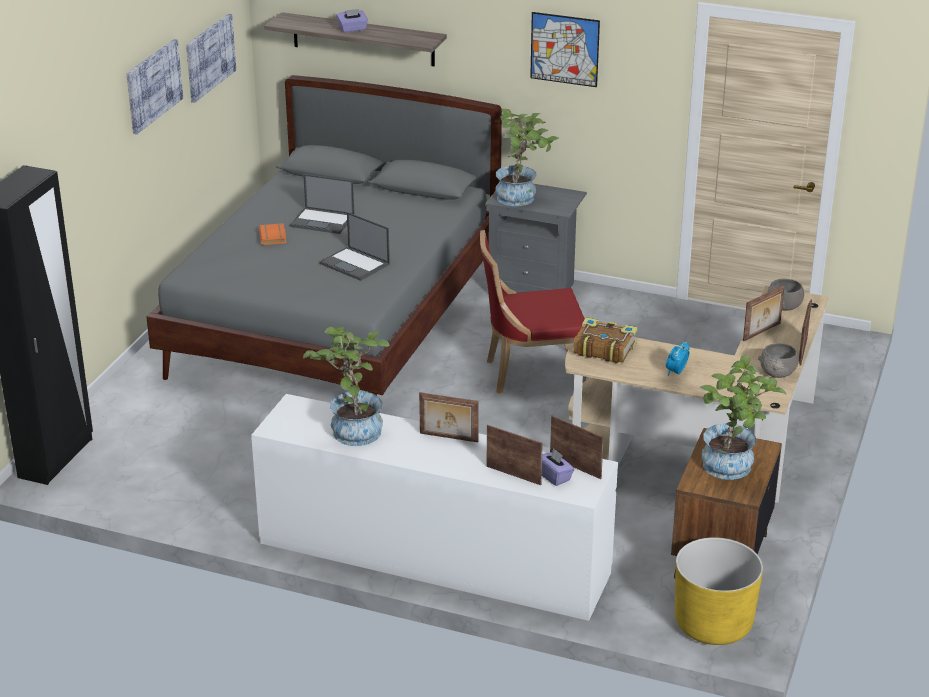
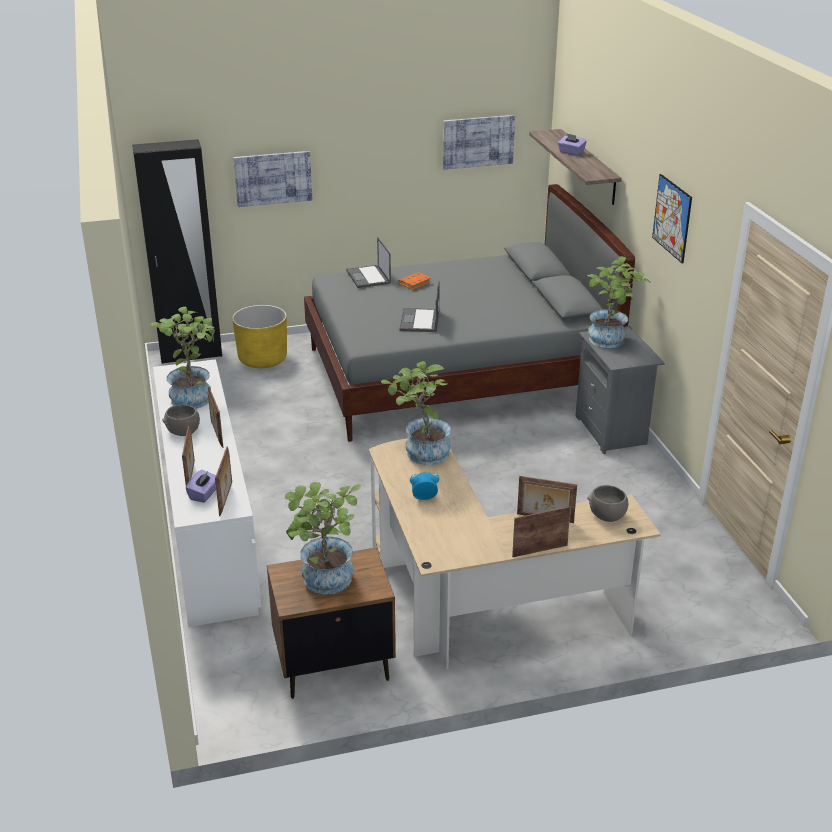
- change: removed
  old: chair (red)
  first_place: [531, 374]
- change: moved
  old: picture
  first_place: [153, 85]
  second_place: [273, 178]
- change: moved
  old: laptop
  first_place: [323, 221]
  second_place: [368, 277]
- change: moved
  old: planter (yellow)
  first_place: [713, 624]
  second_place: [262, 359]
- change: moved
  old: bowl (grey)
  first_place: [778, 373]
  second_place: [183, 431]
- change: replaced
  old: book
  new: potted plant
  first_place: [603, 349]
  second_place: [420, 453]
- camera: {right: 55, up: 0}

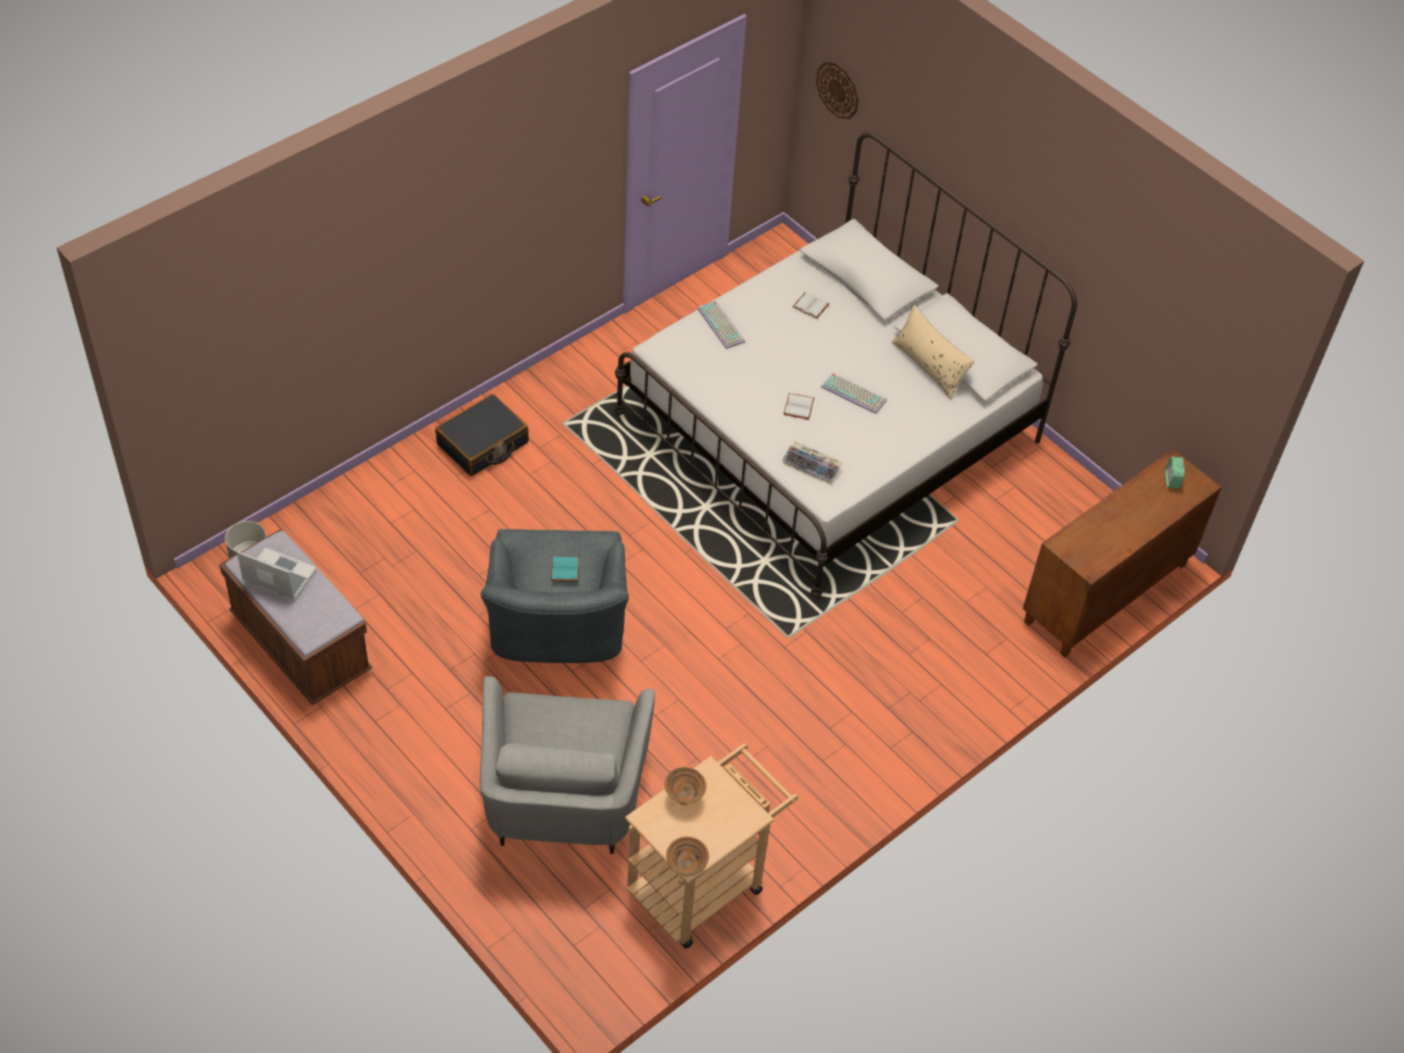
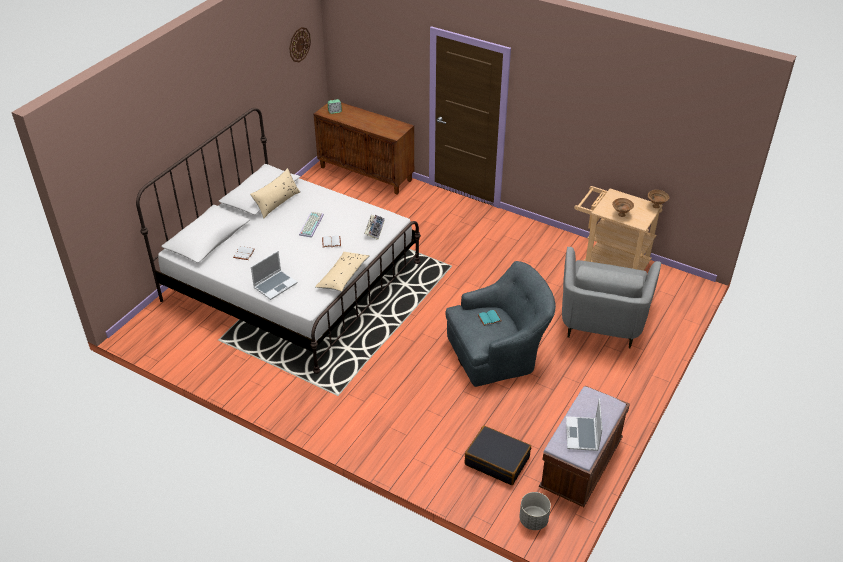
- change: added
  new: pillow (beige)
  second_place: [343, 276]
- change: moved
  old: suitcase (black)
  first_place: [483, 444]
  second_place: [497, 460]
- change: moved
  old: wall clock
  first_place: [838, 90]
  second_place: [299, 44]
- change: replaced
  old: keyboard
  new: laptop
  first_place: [722, 325]
  second_place: [275, 285]
- change: turned
  old: armchair (grey)
  first_place: [562, 799]
  second_place: [602, 321]
  degrees: 120
- camera: {right: -105, up: -10}

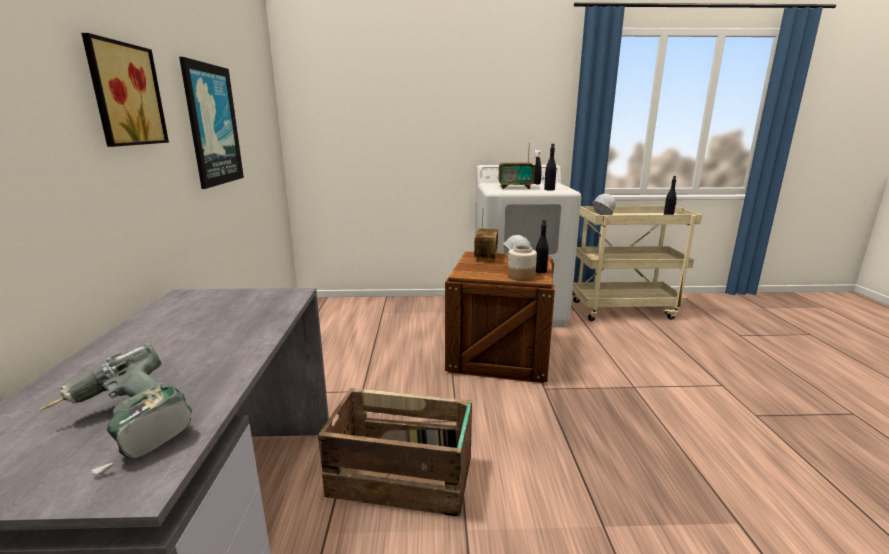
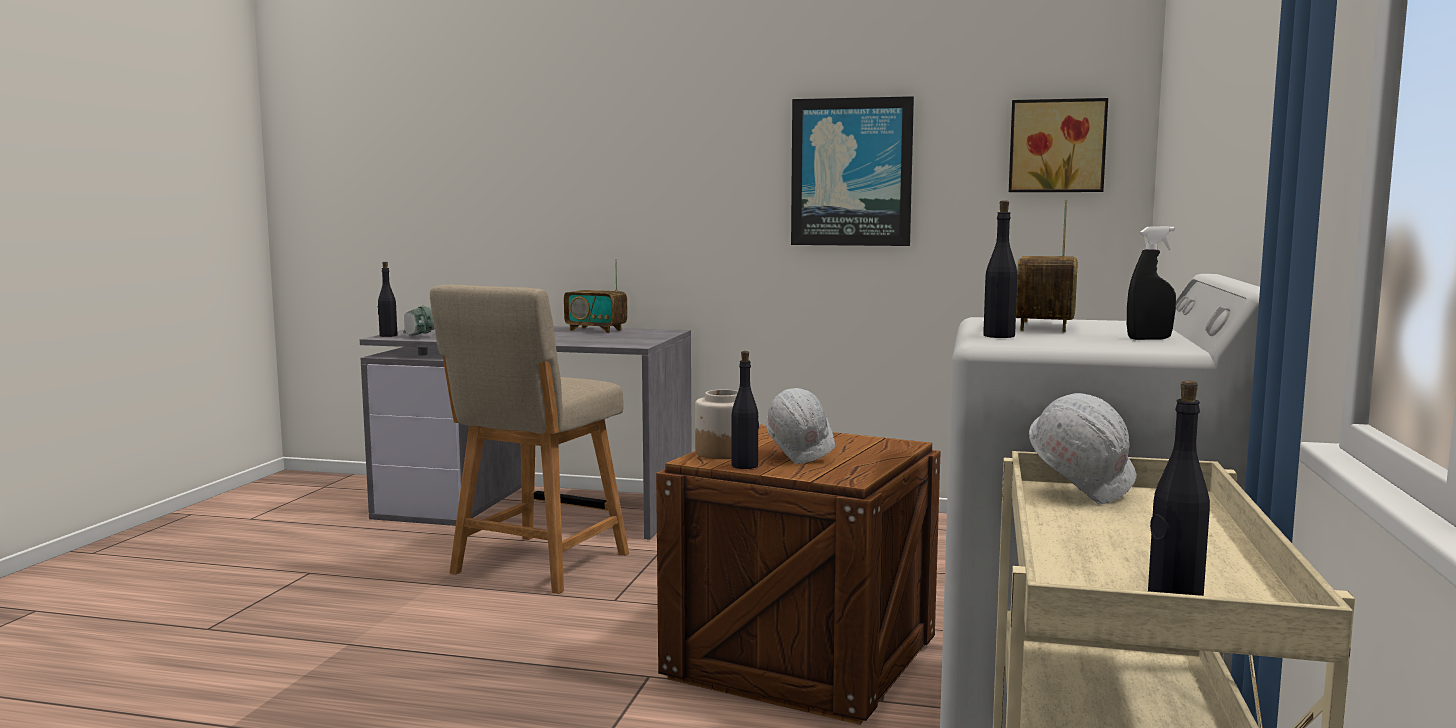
- change: added
  new: bottle (black)
  second_place: [388, 335]
- change: moved
  old: picture
  first_place: [123, 94]
  second_place: [1057, 146]
- change: moved
  old: radio
  first_place: [485, 257]
  second_place: [596, 330]
- change: replaced
  old: crate
  new: chair (beige)
  first_place: [403, 478]
  second_place: [536, 566]
- camera: {right: 105, up: -10}

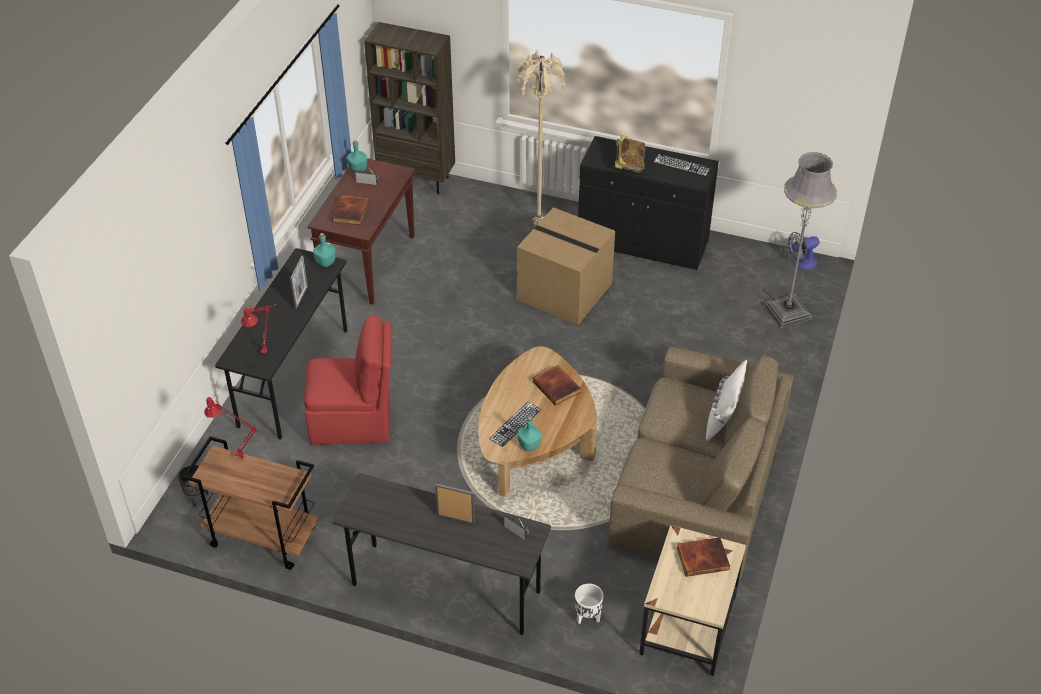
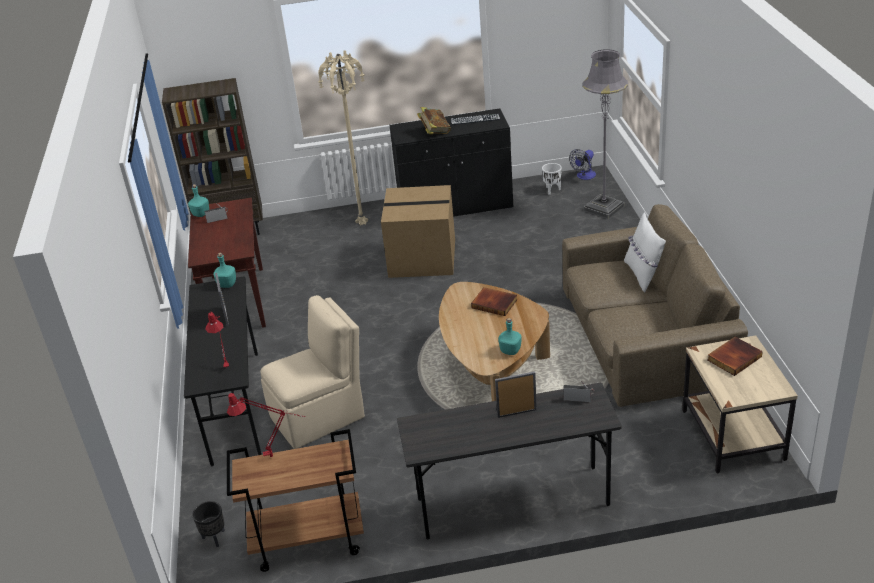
- change: removed
  old: book
  first_place: [351, 212]
- change: removed
  old: keyboard
  first_place: [515, 424]
- change: moved
  old: planter (white)
  first_place: [588, 617]
  second_place: [552, 190]
- change: recoloured
  old: chair (red)
  new: chair (beige)
  first_place: [353, 422]
  second_place: [319, 416]
- camera: {right: -25, up: -10}

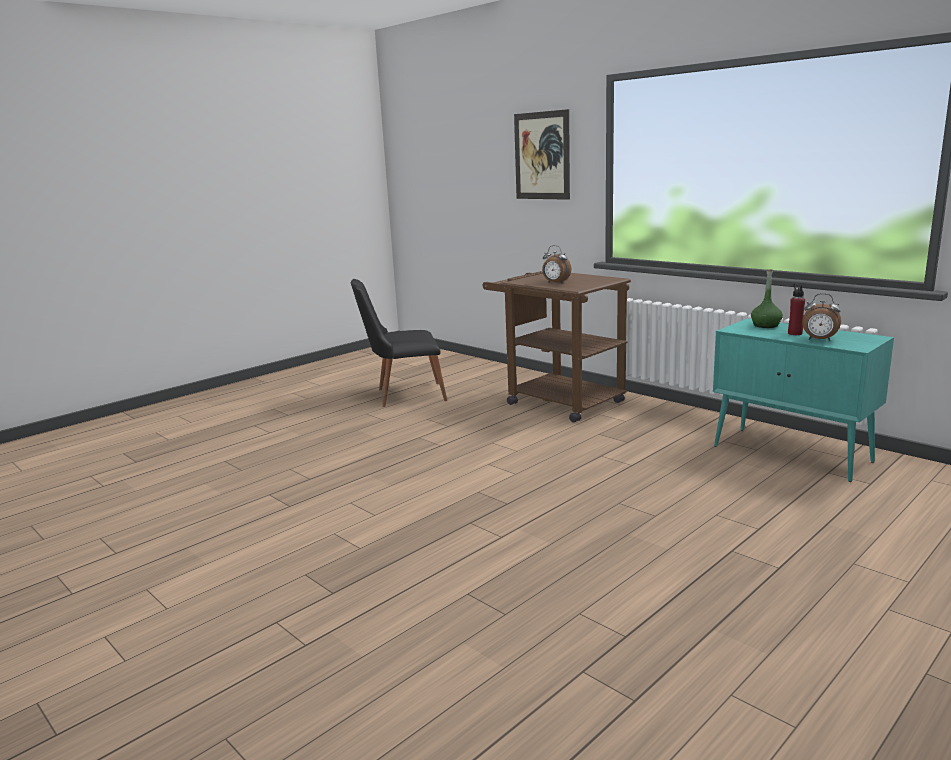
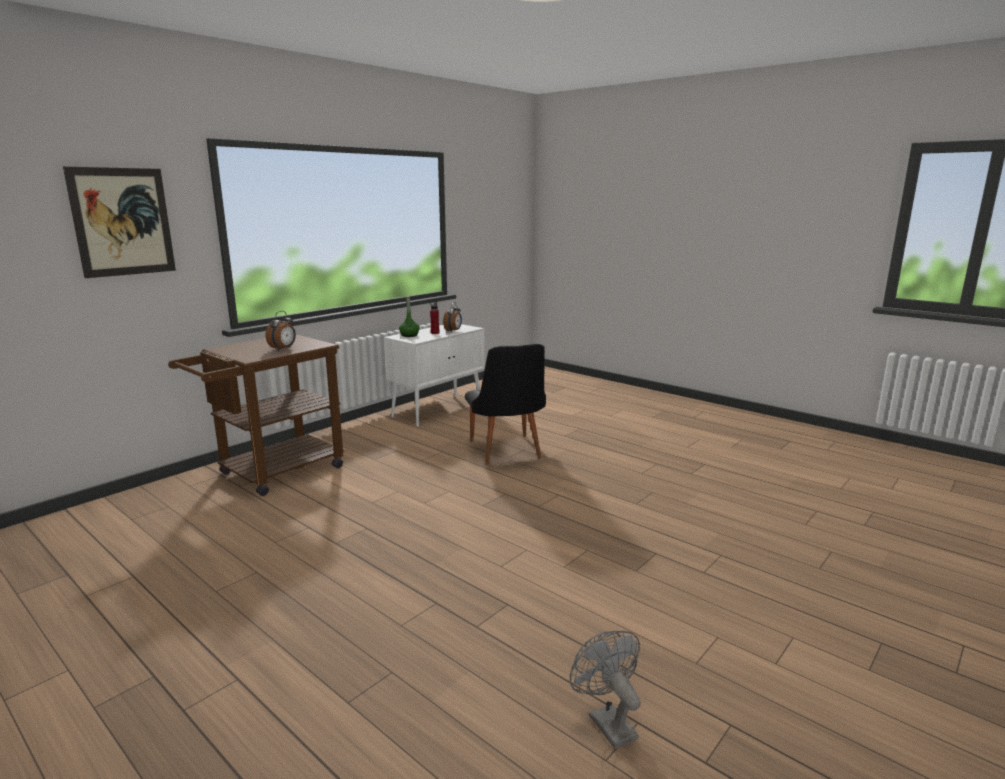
- change: added
  new: fan (grey)
  second_place: [607, 722]
- change: moved
  old: chair (black)
  first_place: [403, 395]
  second_place: [506, 453]
- change: recoloured
  old: cabinet (turquoise)
  new: cabinet (white)
  first_place: [792, 454]
  second_place: [438, 410]
- camera: {right: -95, up: 0}

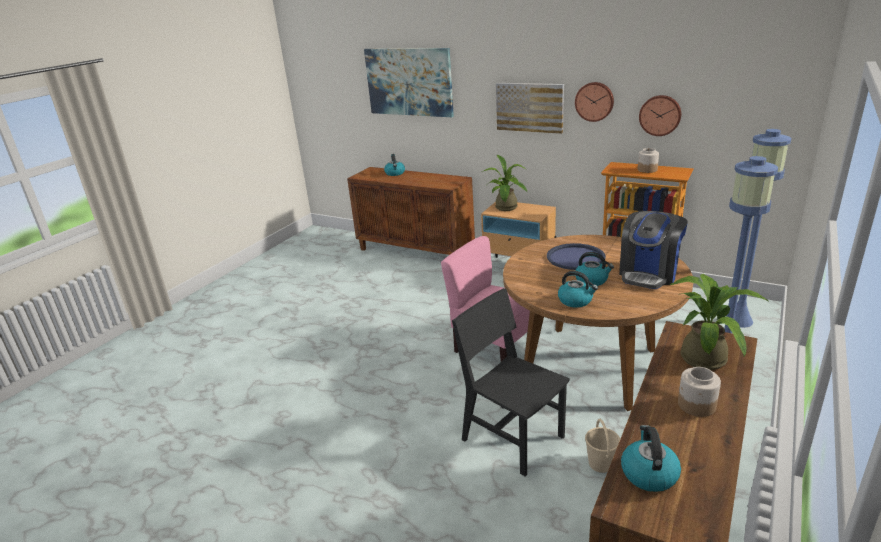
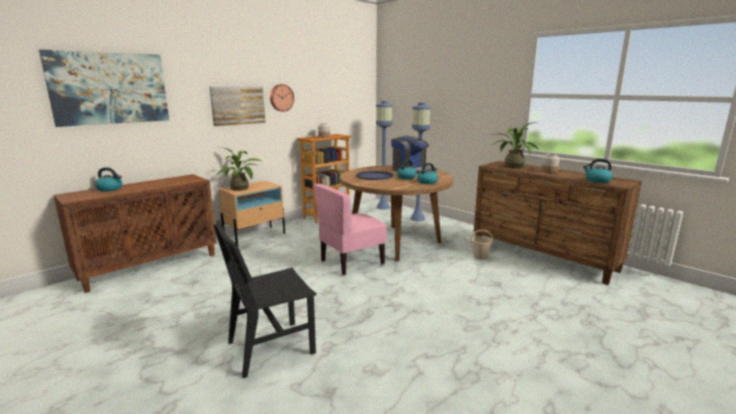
- change: removed
  old: wall clock
  first_place: [660, 115]
- change: moved
  old: chair (black)
  first_place: [513, 438]
  second_place: [270, 347]
- camera: {right: -75, up: -10}

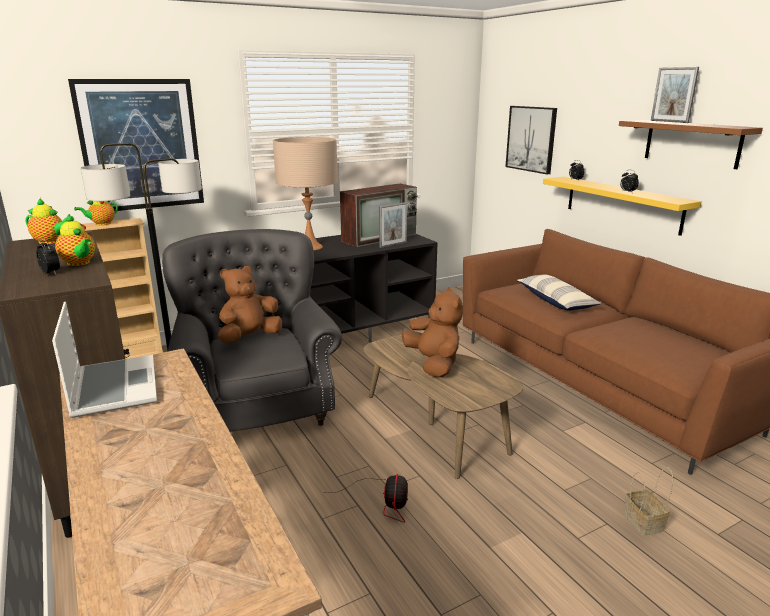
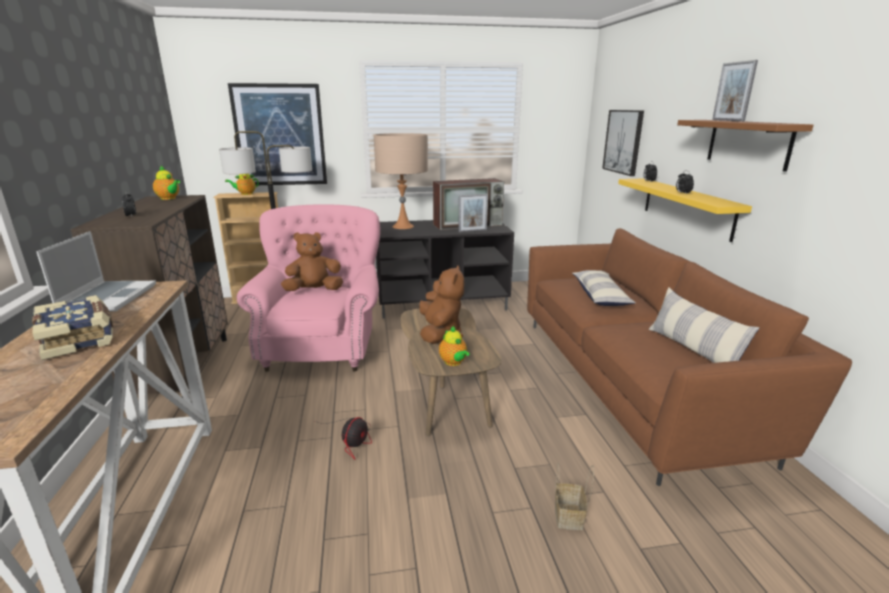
- change: added
  new: book
  second_place: [79, 338]
- change: added
  new: pillow
  second_place: [692, 350]
- change: moved
  old: teapot
  first_place: [79, 263]
  second_place: [453, 362]
- change: recoloured
  old: armchair (grey)
  new: armchair (pink)
  first_place: [259, 404]
  second_place: [322, 347]
- camera: {right: 20, up: 0}

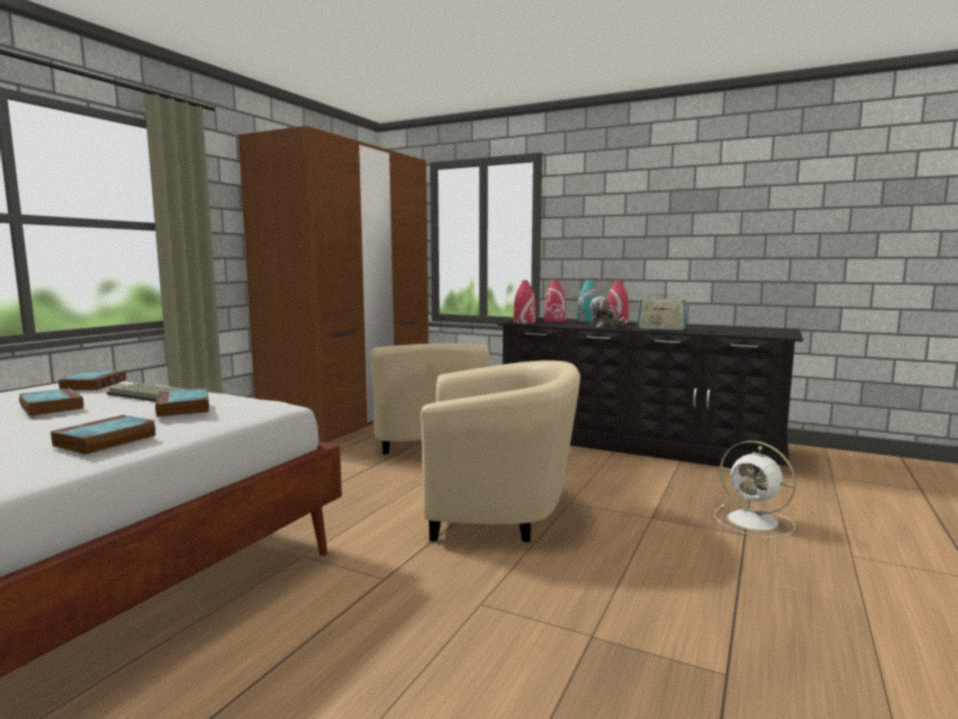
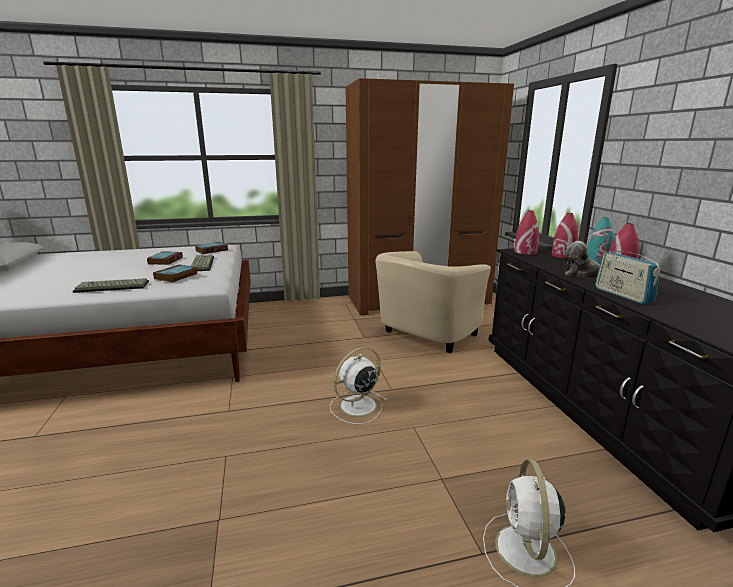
- change: replaced
  old: book
  new: keyboard
  first_place: [105, 441]
  second_place: [111, 287]
- change: replaced
  old: armchair (beige)
  new: fan (white)
  first_place: [499, 512]
  second_place: [356, 406]
- camera: {right: 50, up: 10}

